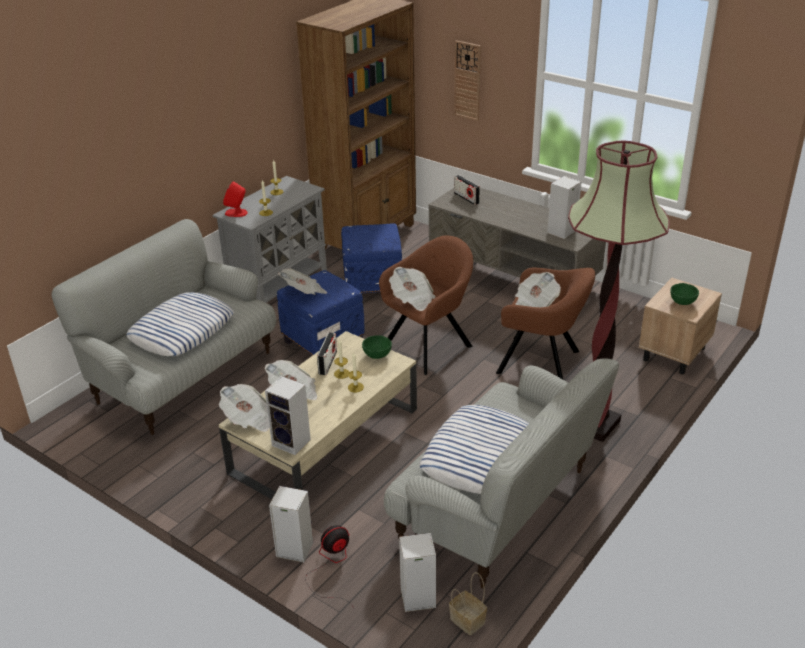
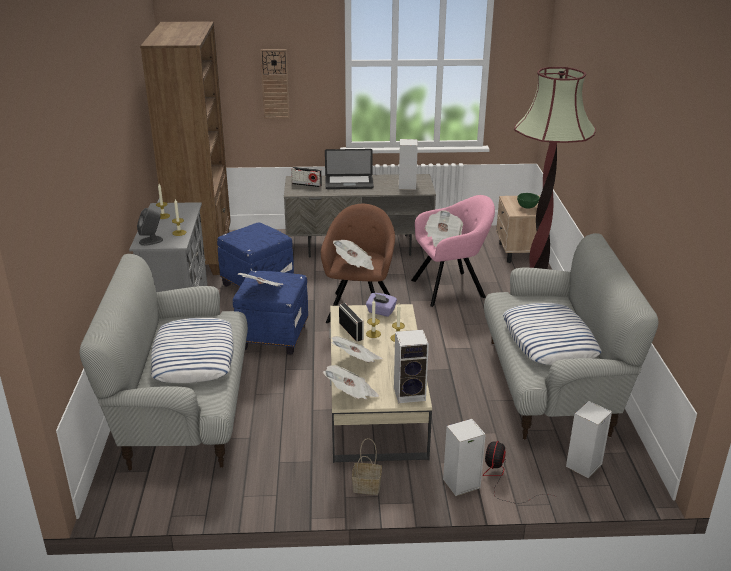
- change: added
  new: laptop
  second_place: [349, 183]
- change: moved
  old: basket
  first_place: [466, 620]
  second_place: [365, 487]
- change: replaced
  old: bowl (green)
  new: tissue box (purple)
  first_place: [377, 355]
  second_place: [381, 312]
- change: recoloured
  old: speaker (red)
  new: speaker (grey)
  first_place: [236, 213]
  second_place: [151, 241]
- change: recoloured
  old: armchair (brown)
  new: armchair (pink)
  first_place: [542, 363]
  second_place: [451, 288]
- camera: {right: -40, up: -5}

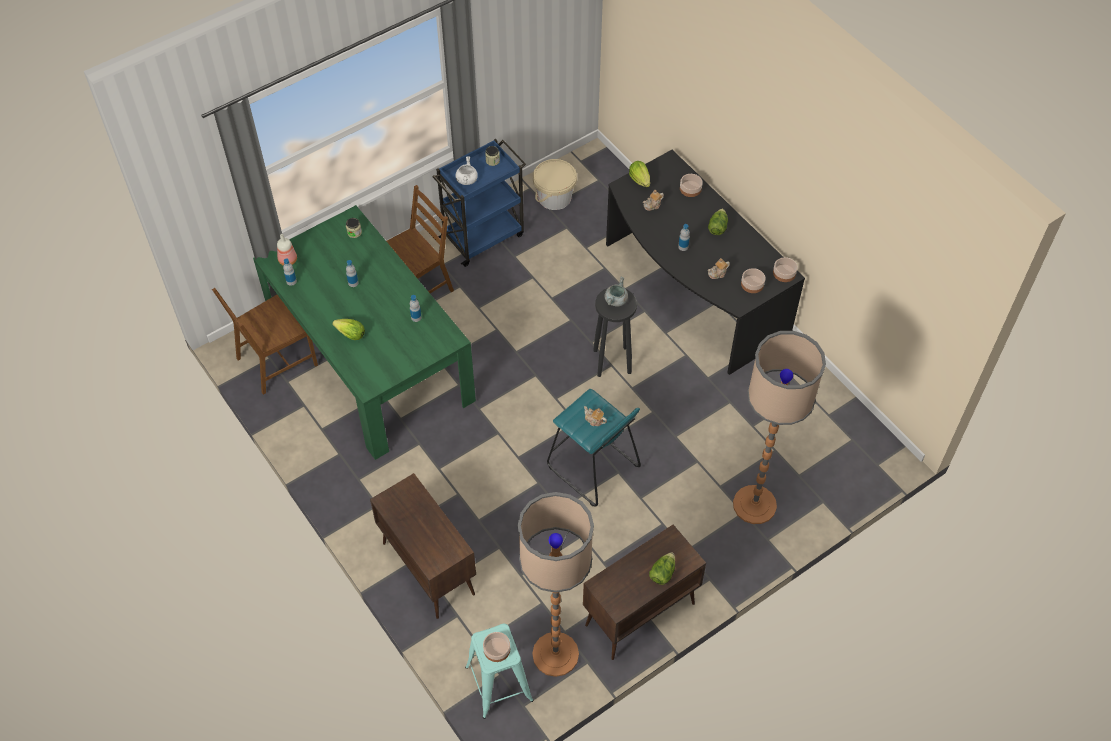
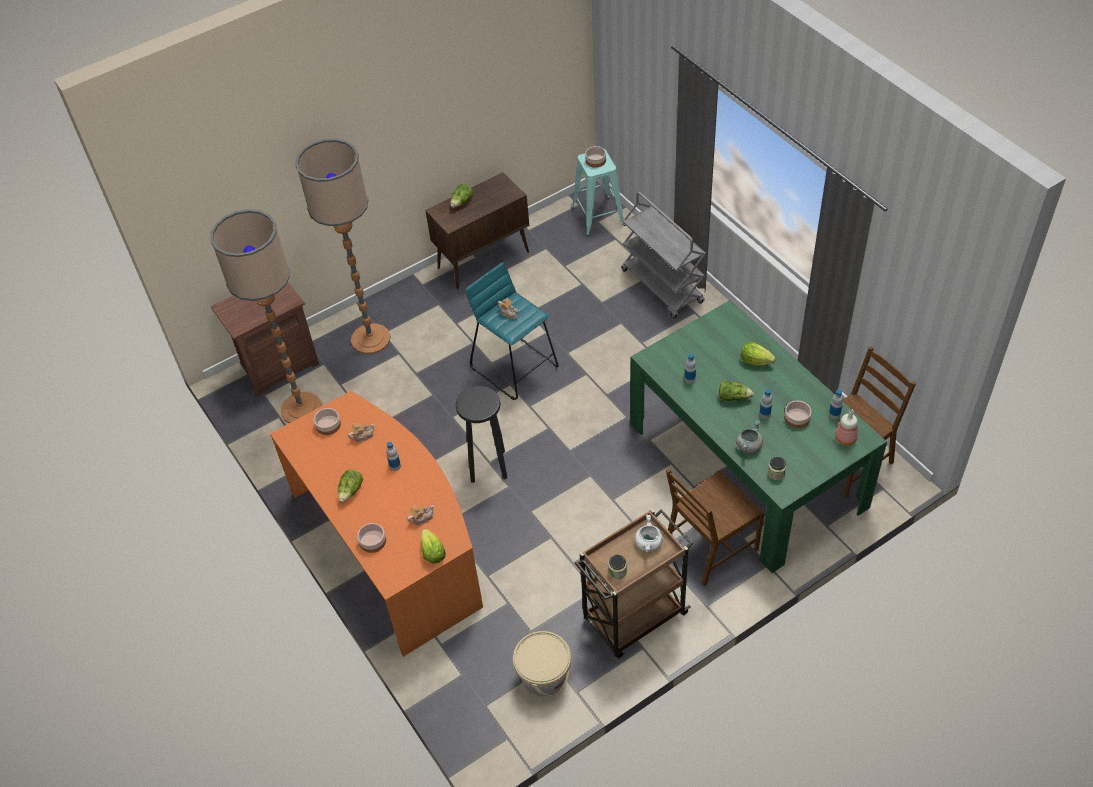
- change: added
  new: nightstand (brown)
  second_place: [278, 365]
- change: added
  new: lettuce
  second_place: [733, 397]
- change: moved
  old: floor lamp
  first_place: [555, 654]
  second_place: [301, 409]
- change: moved
  old: cooking pot (grey)
  first_place: [616, 301]
  second_place: [748, 446]
- change: moved
  old: bowl
  first_place: [784, 272]
  second_place: [797, 418]
- change: replaced
  old: cabinet (brown)
  new: cart (grey)
  first_place: [427, 568]
  second_place: [663, 287]
- change: recoloured
  old: cart (blue)
  new: cart (brown)
  first_place: [483, 236]
  second_place: [633, 618]
- change: recoloured
  old: desk (black)
  new: desk (orange)
  first_place: [691, 292]
  second_place: [390, 545]
- camera: {right: -175, up: -5}

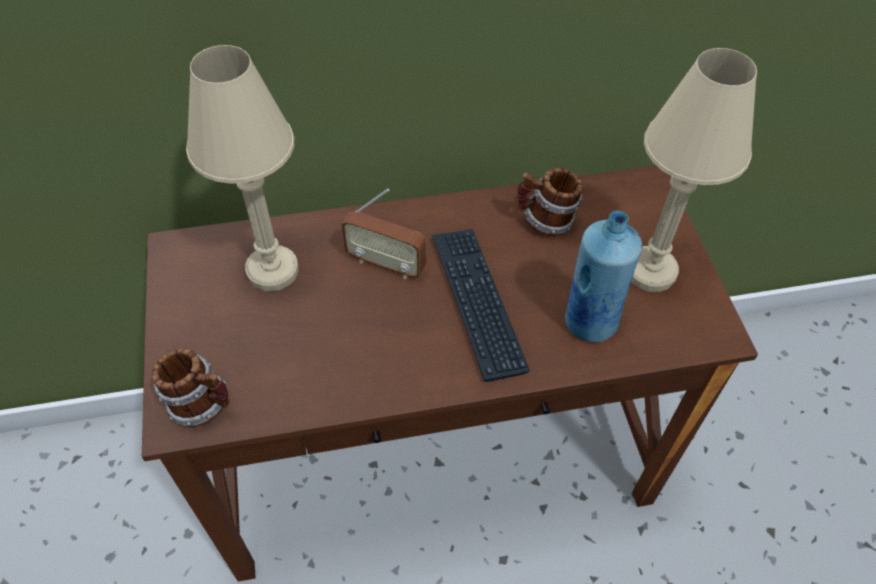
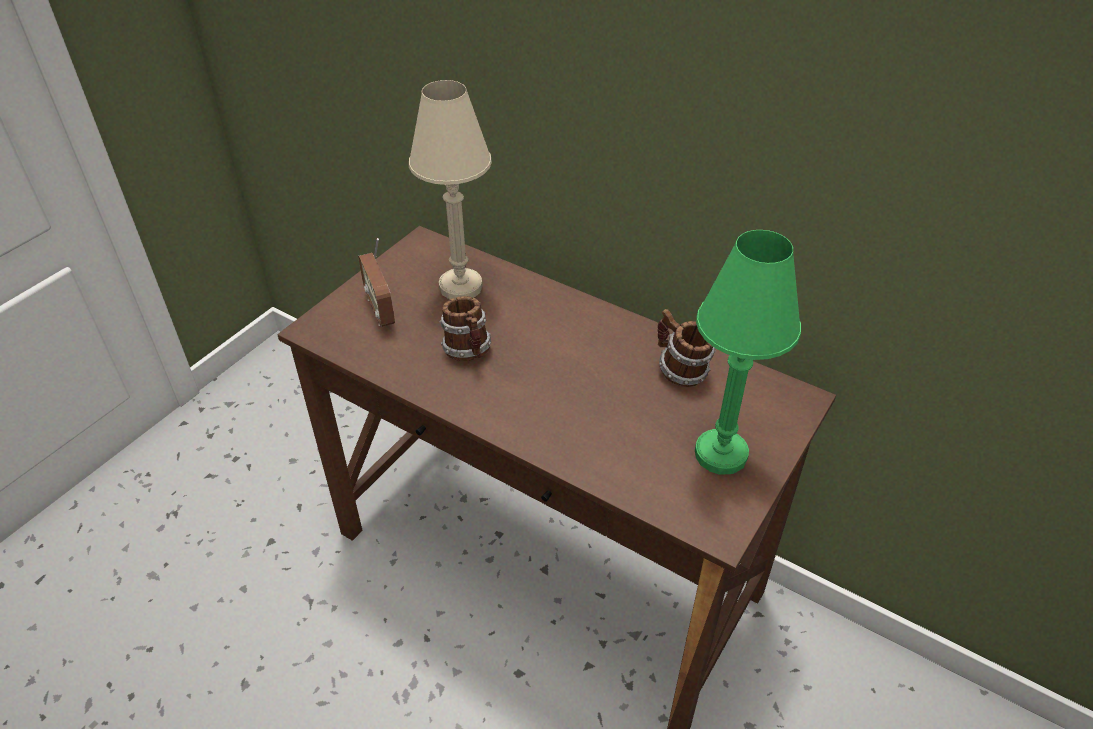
- change: removed
  old: keyboard
  first_place: [477, 302]
- change: removed
  old: bottle (blue)
  first_place: [589, 322]
- change: moved
  old: mug
  first_place: [203, 405]
  second_place: [469, 352]
- change: moved
  old: radio
  first_place: [386, 264]
  second_place: [380, 310]
- change: recoloured
  old: table lamp (beige)
  new: table lamp (green)
  first_place: [650, 271]
  second_place: [721, 454]
- camera: {right: 45, up: -10}

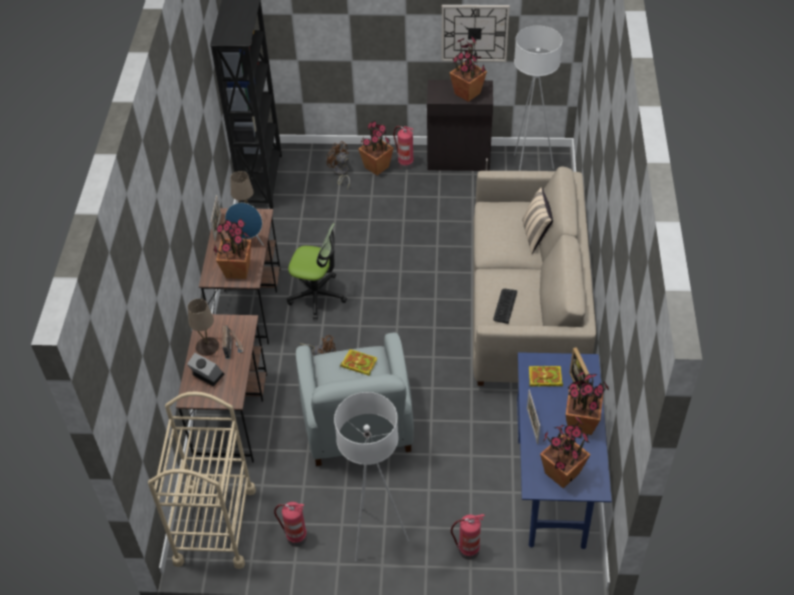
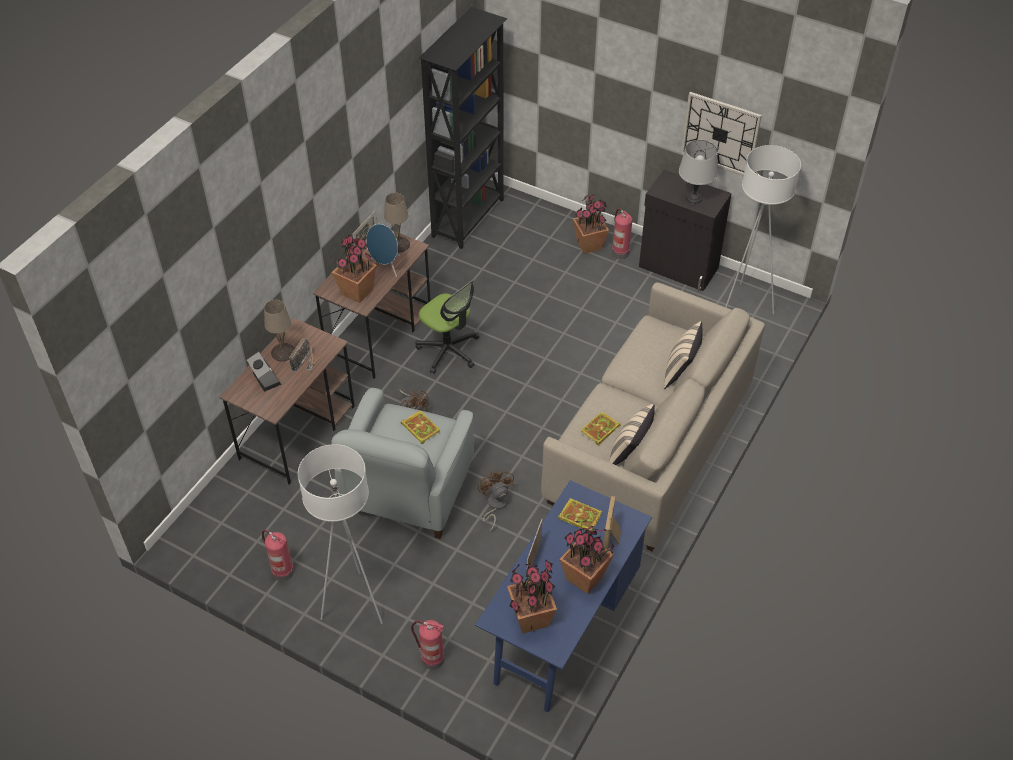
- change: removed
  old: cart (beige)
  first_place: [215, 525]
- change: added
  new: pillow (beige)
  second_place: [629, 453]
- change: moved
  old: fan (brown)
  first_place: [340, 173]
  second_place: [495, 505]
- change: replaced
  old: potted plant
  new: table lamp (grey)
  first_place: [467, 94]
  second_place: [694, 198]
- change: replaced
  old: keyboard
  new: book
  first_place: [505, 306]
  second_place: [599, 430]
- camera: {right: 25, up: 0}

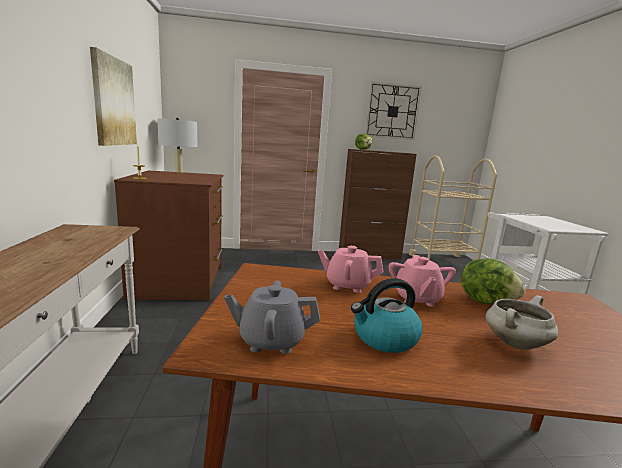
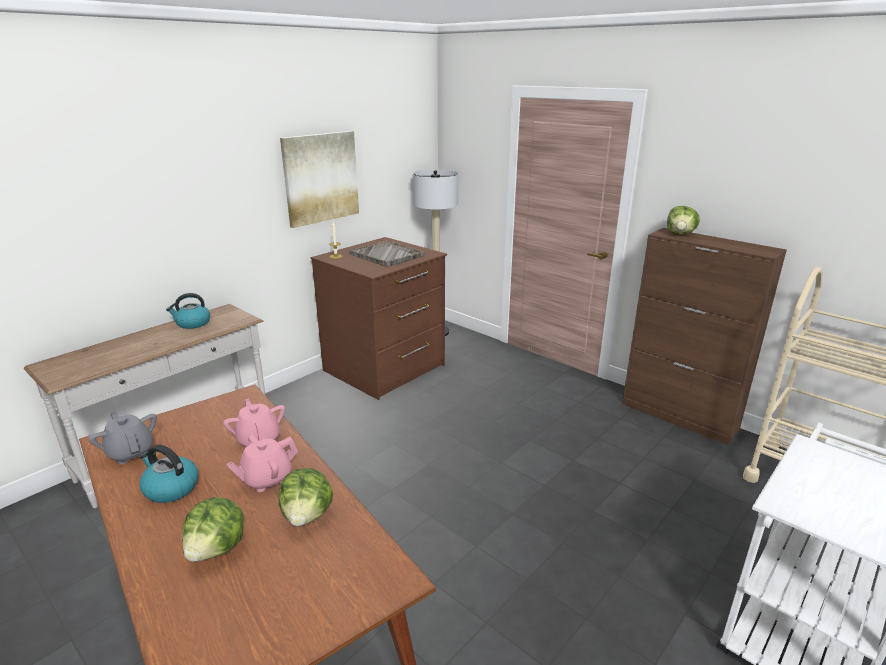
- change: removed
  old: wall clock
  first_place: [392, 111]
- change: added
  new: kettle
  second_place: [192, 323]
- change: added
  new: tray (grey)
  second_place: [387, 255]
- change: replaced
  old: cooking pot (white)
  new: lettuce
  first_place: [514, 343]
  second_place: [218, 549]
- camera: {right: 50, up: 10}

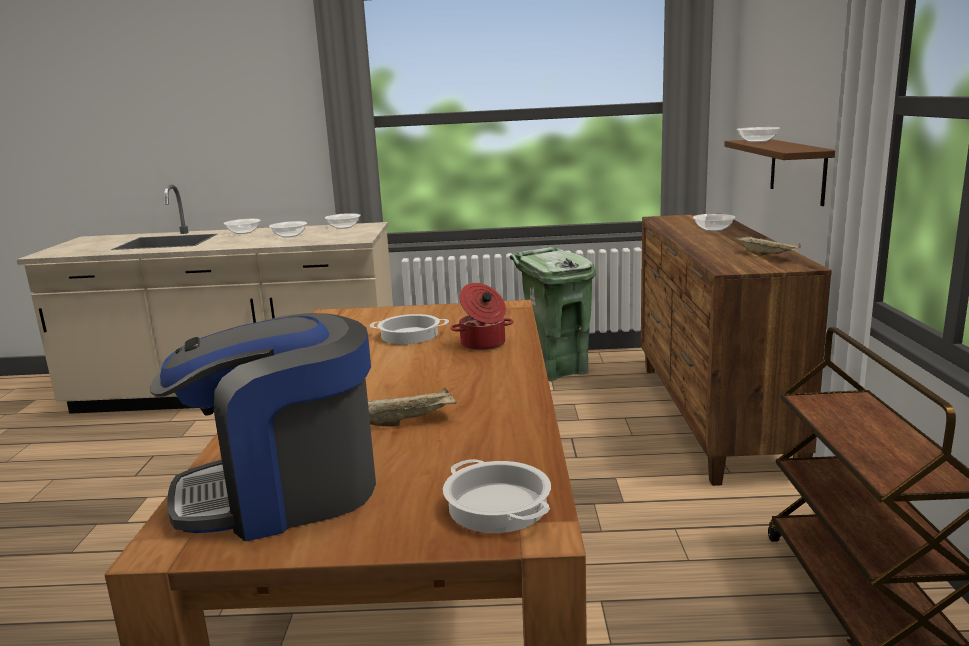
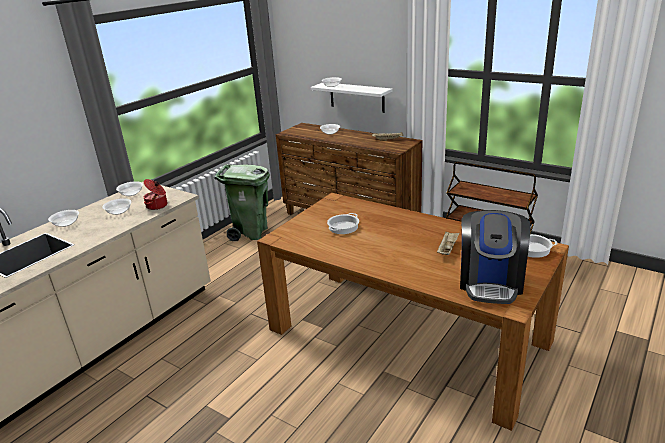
- change: moved
  old: cooking pot
  first_place: [483, 344]
  second_place: [157, 206]
- change: recoloured
  old: shelf (brown)
  new: shelf (white)
  first_place: [797, 170]
  second_place: [357, 97]
- camera: {right: -55, up: 10}

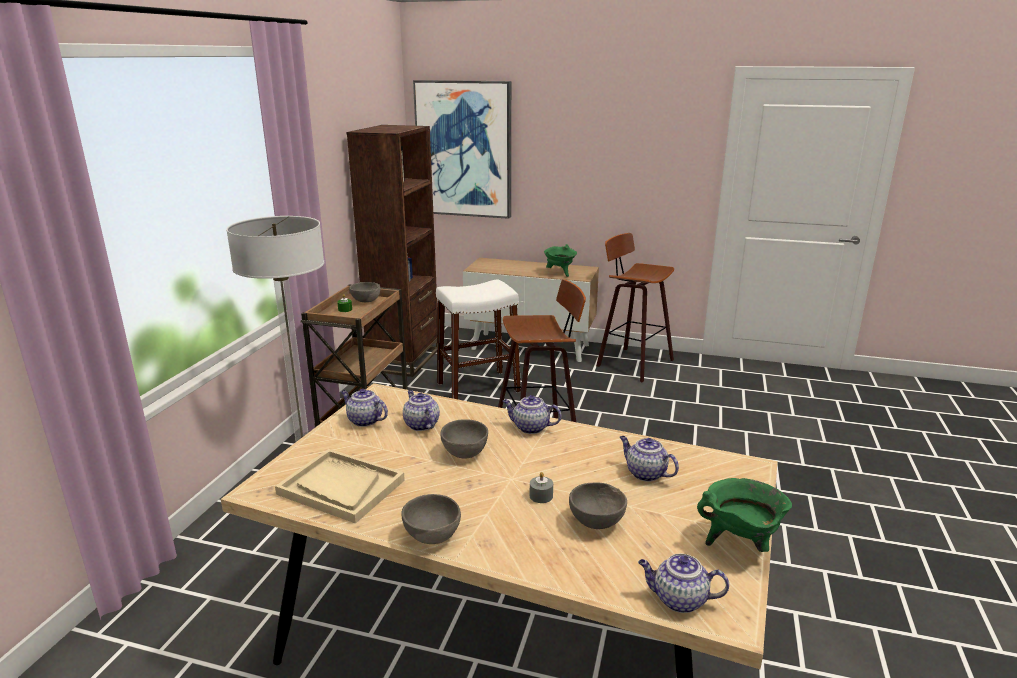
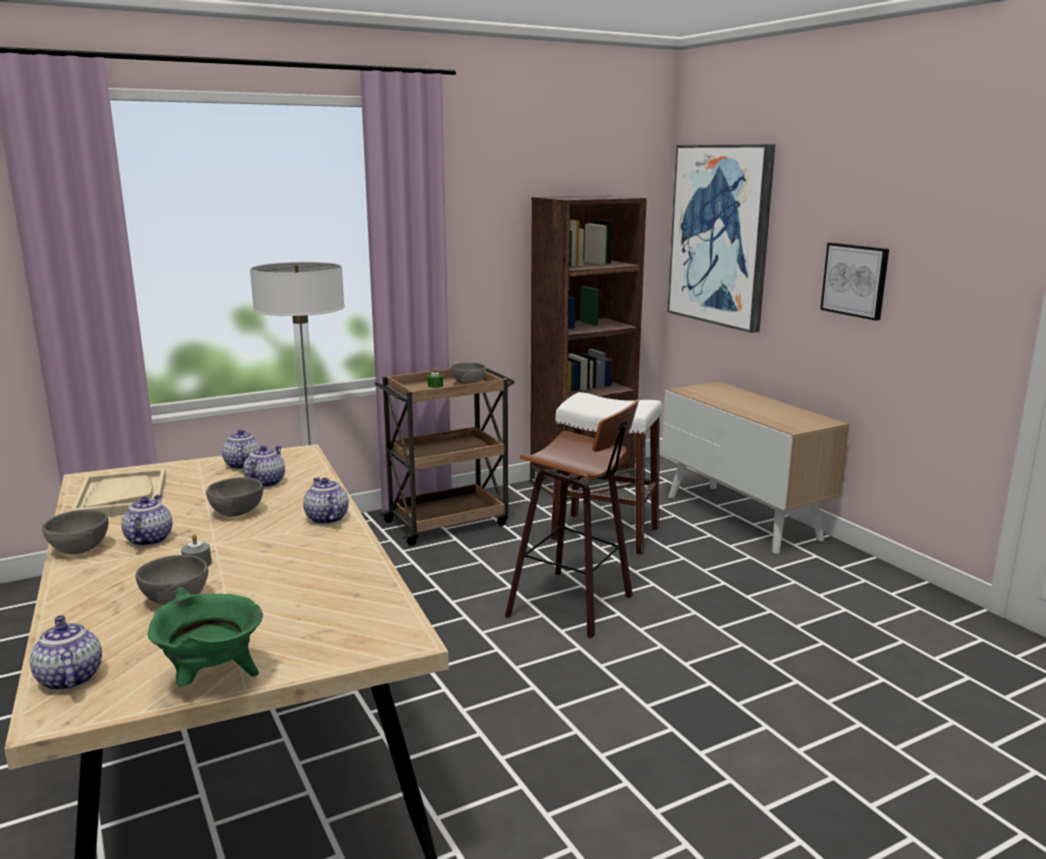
- change: removed
  old: cooking pot (green)
  first_place: [560, 273]
- change: removed
  old: stool
  first_place: [632, 363]
- change: added
  new: picture
  second_place: [855, 280]
- change: moved
  old: teapot
  first_place: [645, 473]
  second_place: [149, 539]
- camera: {right: 45, up: -5}

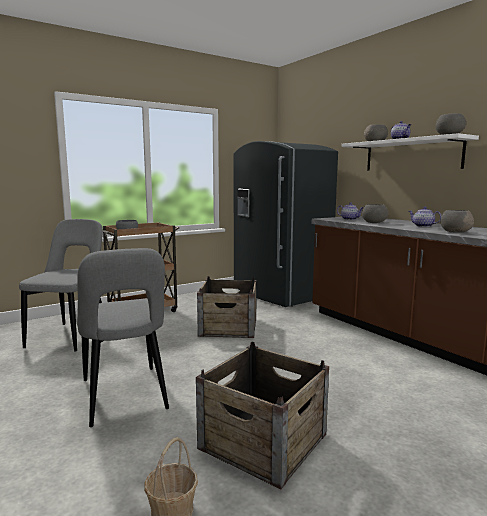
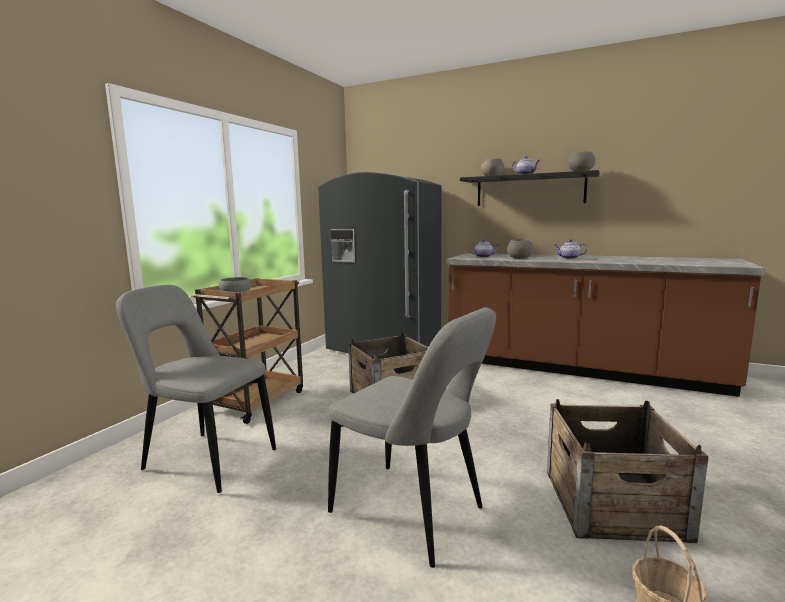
- change: removed
  old: bowl (grey)
  first_place: [455, 232]
- change: recoloured
  old: shelf (white)
  new: shelf (black)
  first_place: [411, 155]
  second_place: [529, 190]
- change: turned
  old: chair (grey)
  first_place: [71, 336]
  second_place: [205, 459]
  degrees: -45
- camera: {right: -30, up: 0}

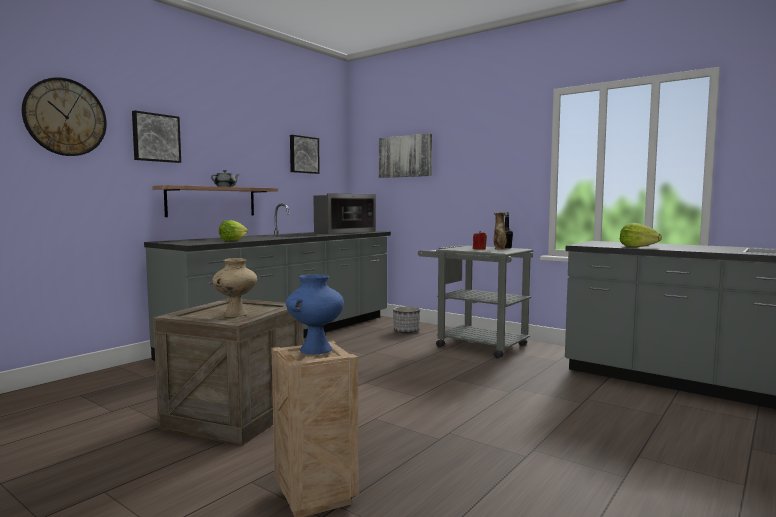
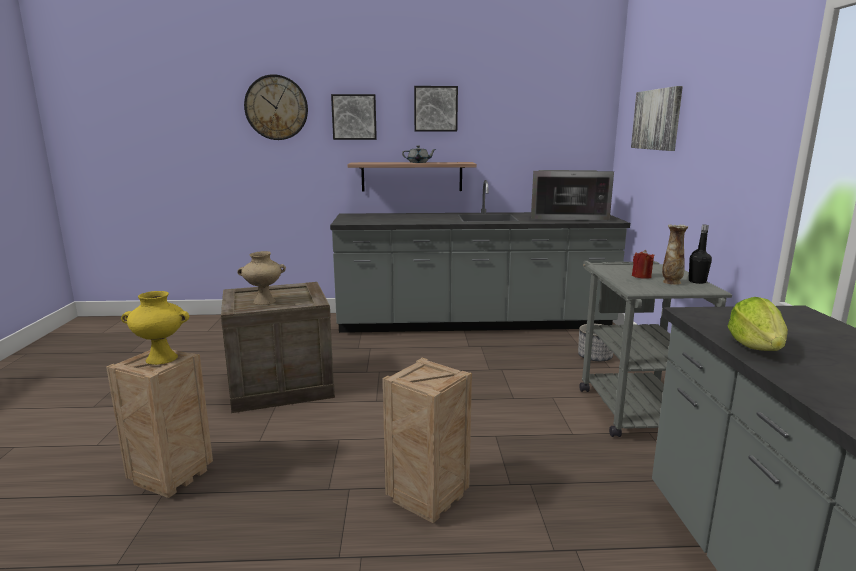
- change: removed
  old: lettuce
  first_place: [232, 240]
- change: added
  new: crate
  second_place: [427, 500]
- change: moved
  old: picture
  first_place: [303, 154]
  second_place: [435, 109]
- change: recoloured
  old: vase (blue)
  new: vase (yellow)
  first_place: [316, 349]
  second_place: [162, 358]
- camera: {right: 50, up: 10}

